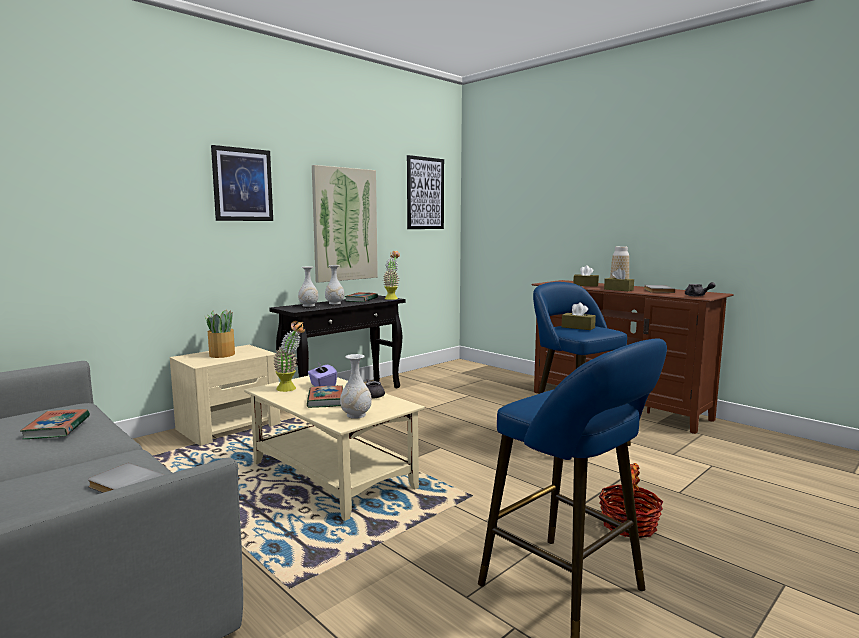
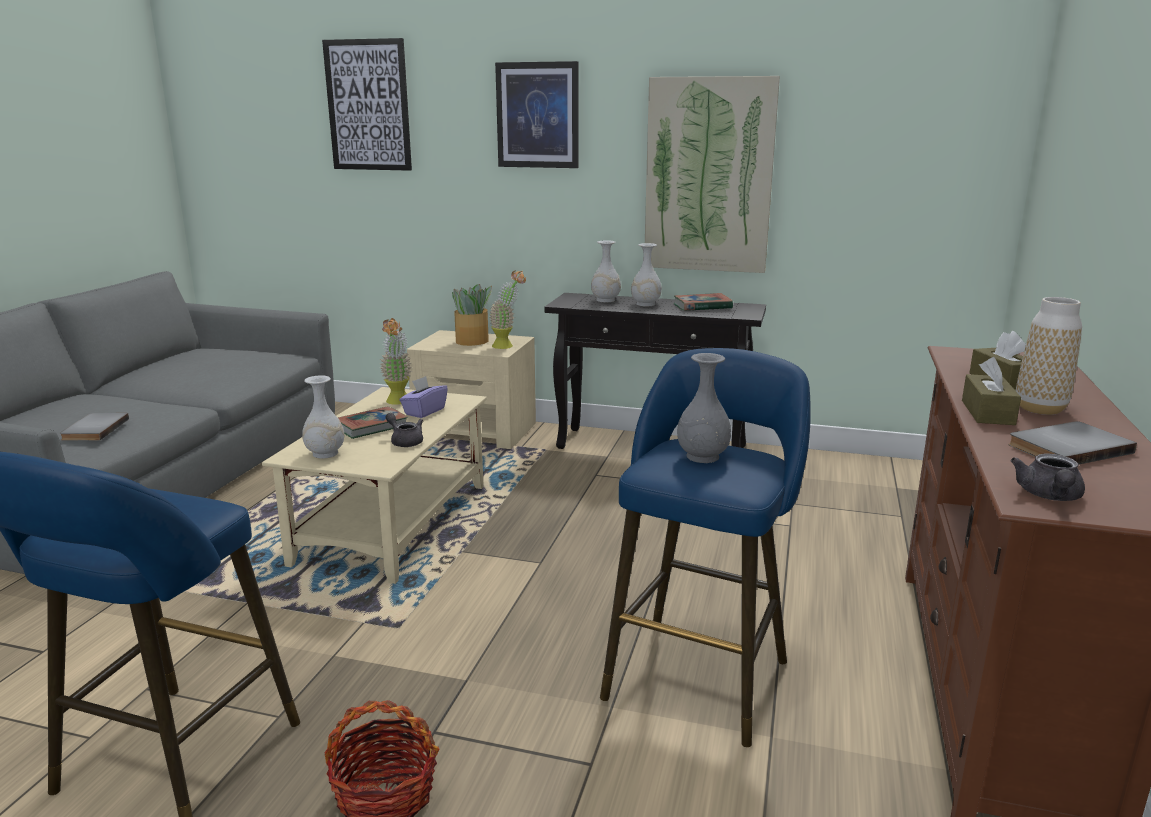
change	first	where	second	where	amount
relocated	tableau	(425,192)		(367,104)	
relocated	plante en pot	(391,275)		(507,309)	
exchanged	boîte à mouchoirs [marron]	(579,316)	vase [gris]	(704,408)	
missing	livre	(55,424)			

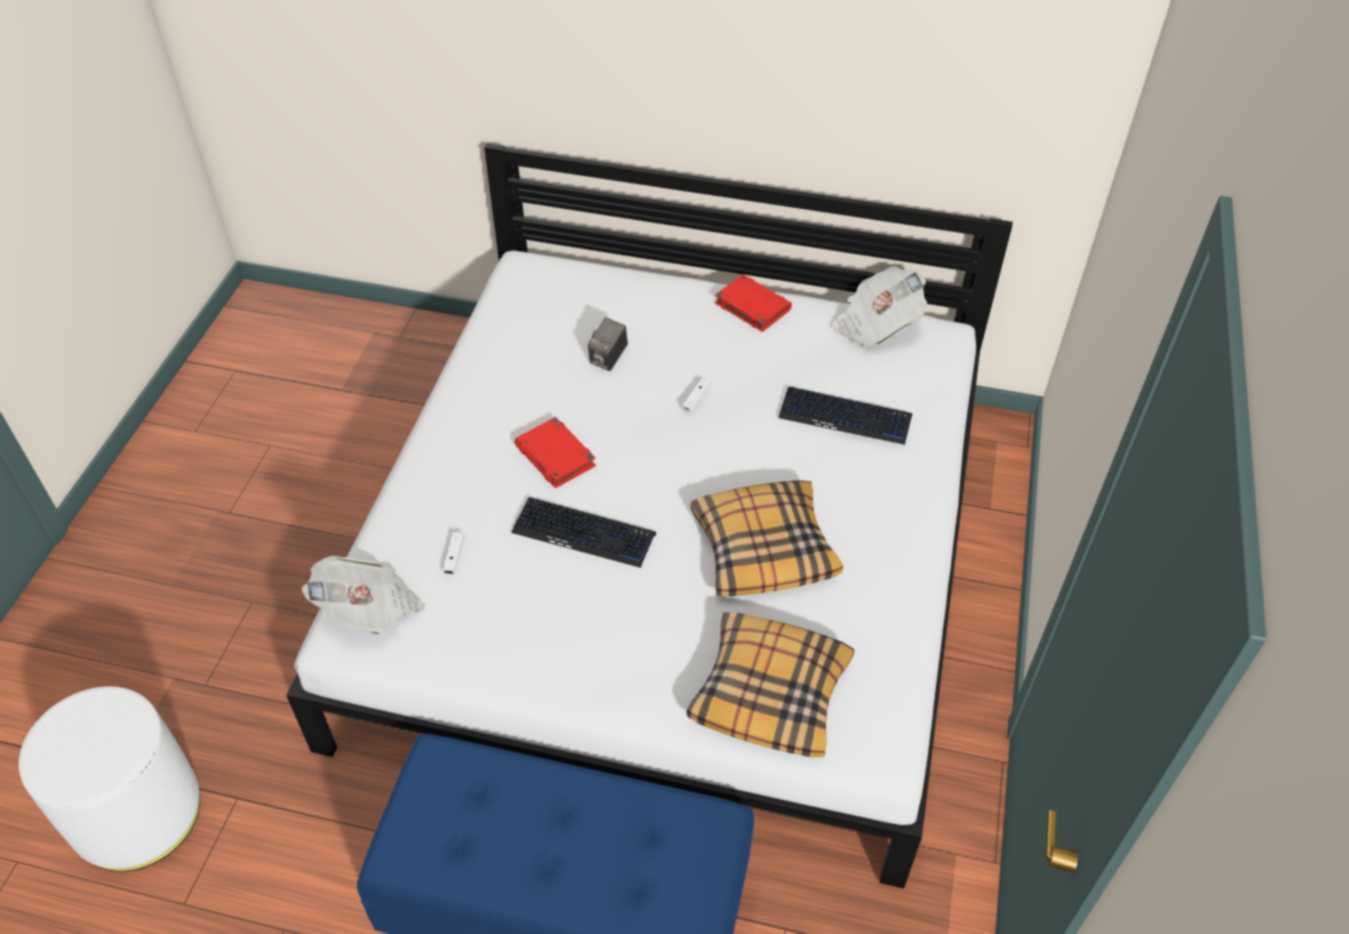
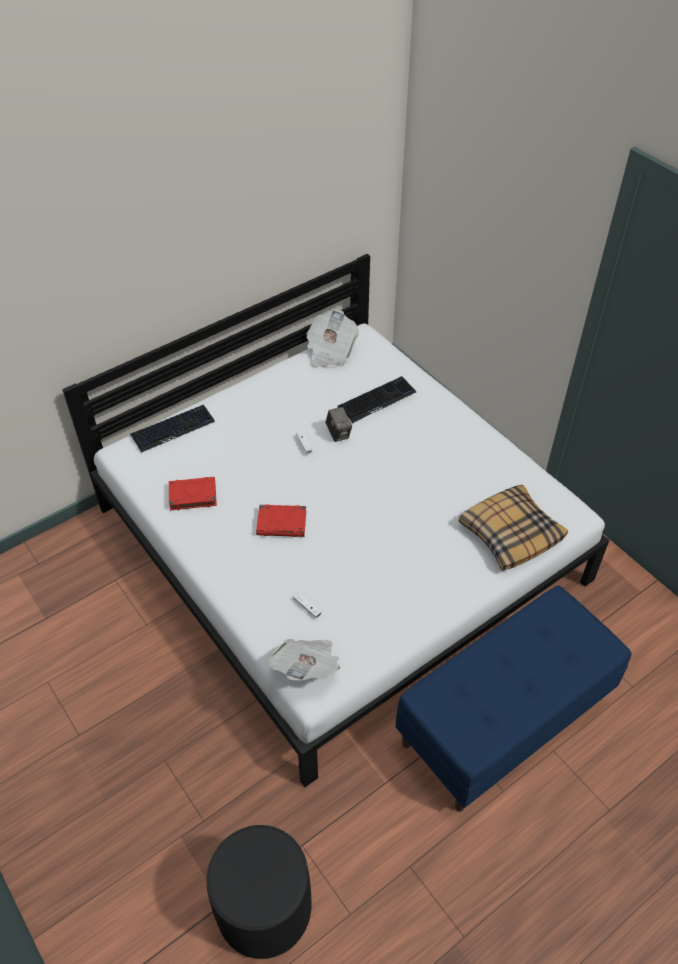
change	first	where	second	where	amount
relocated	livre [rouge]	(753,303)		(193,493)	
relocated	appareil photo	(608,344)		(339,424)	
missing	coussin	(767,538)			
relocated	clavier	(583,532)		(172,429)	
colour	pouf [blanc]	(109,779)	pouf [noir]	(259,892)	

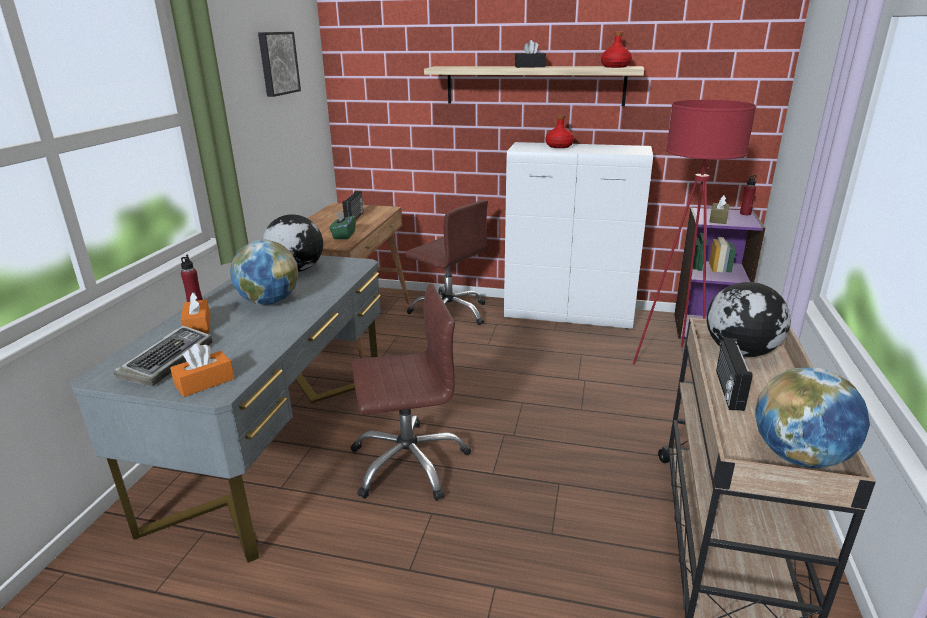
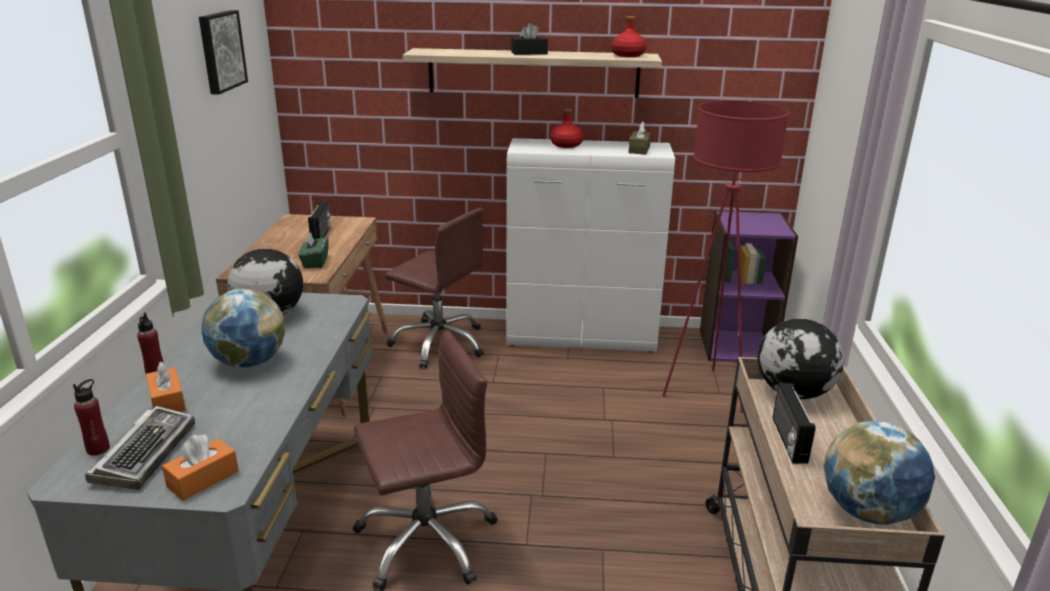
change	first	where	second	where	amount
relocated	bouteille [rouge]	(748,195)		(91,417)	
relocated	boîte à mouchoirs [marron]	(719,209)		(639,138)	

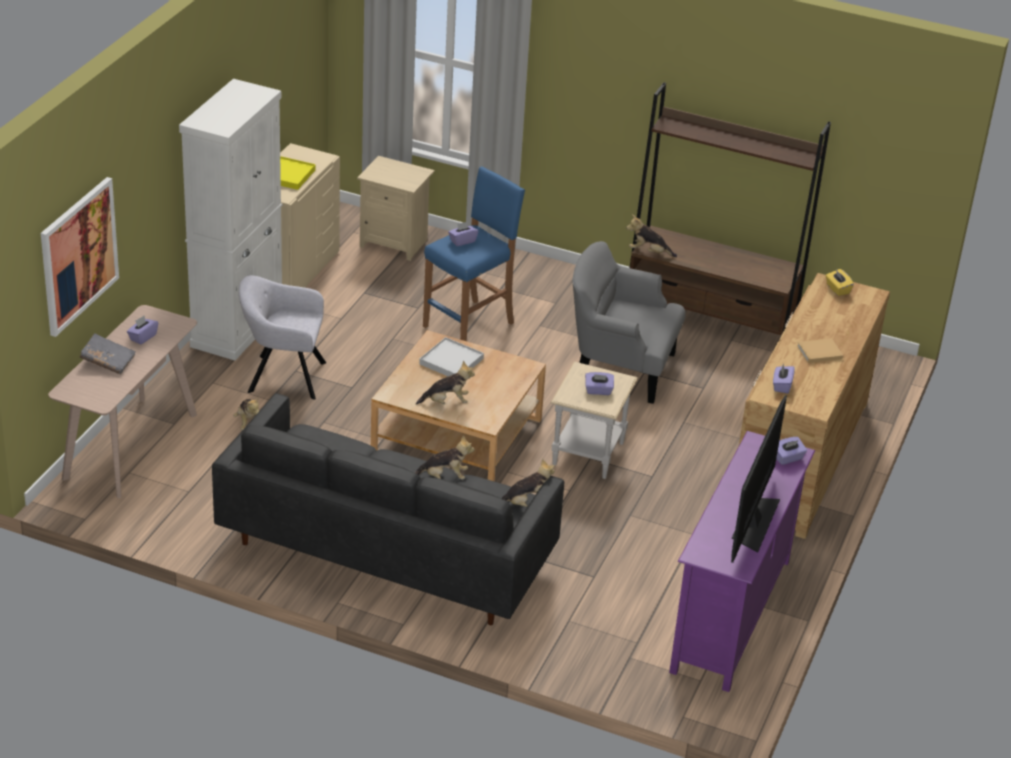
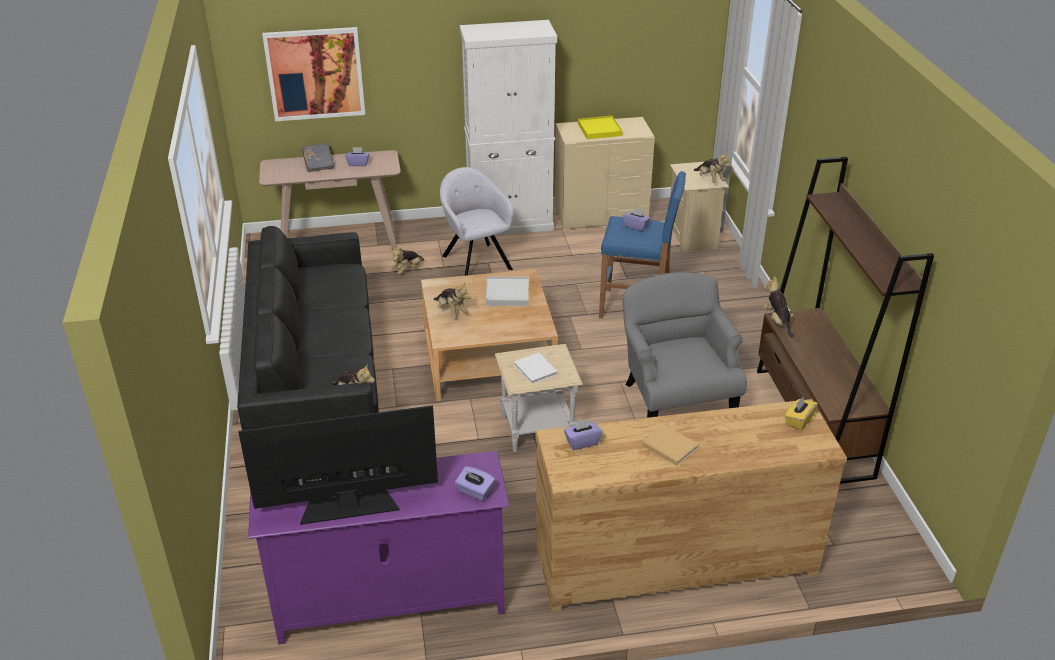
change	first	where	second	where	amount
exchanged	boîte à mouchoirs [violet]	(599,383)	livre [blanc]	(536,368)	
relocated	peluche	(444,457)		(712,167)	

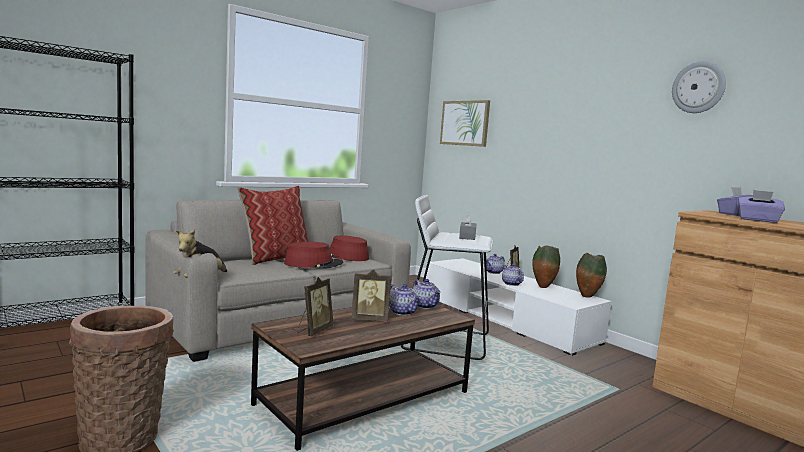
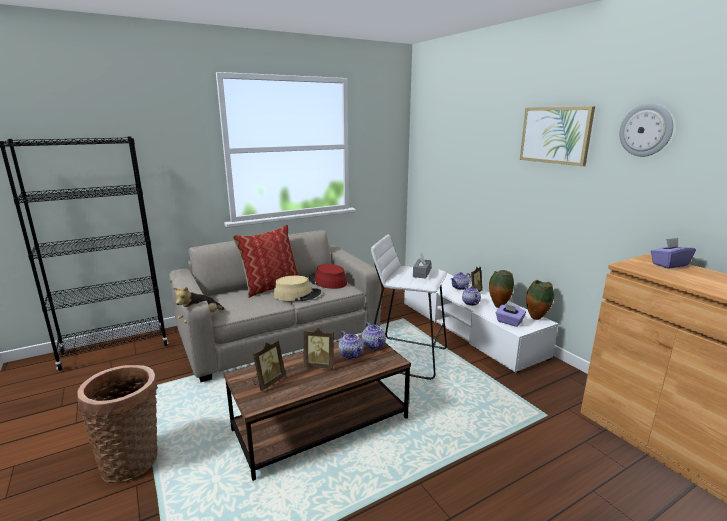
change	first	where	second	where	amount
relocated	tableau	(465,123)		(557,136)	
relocated	boîte à mouchoirs [violet]	(761,206)		(511,315)	
colour	chapeau [rouge]	(313,255)	chapeau [beige]	(297,288)	

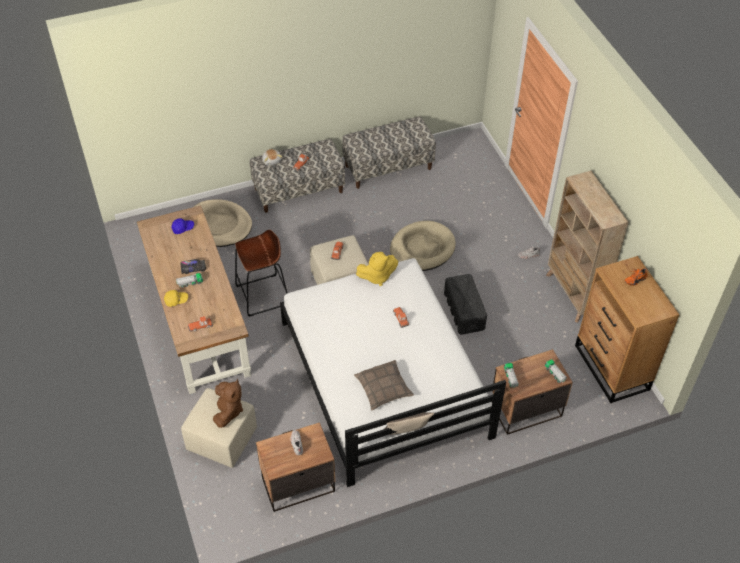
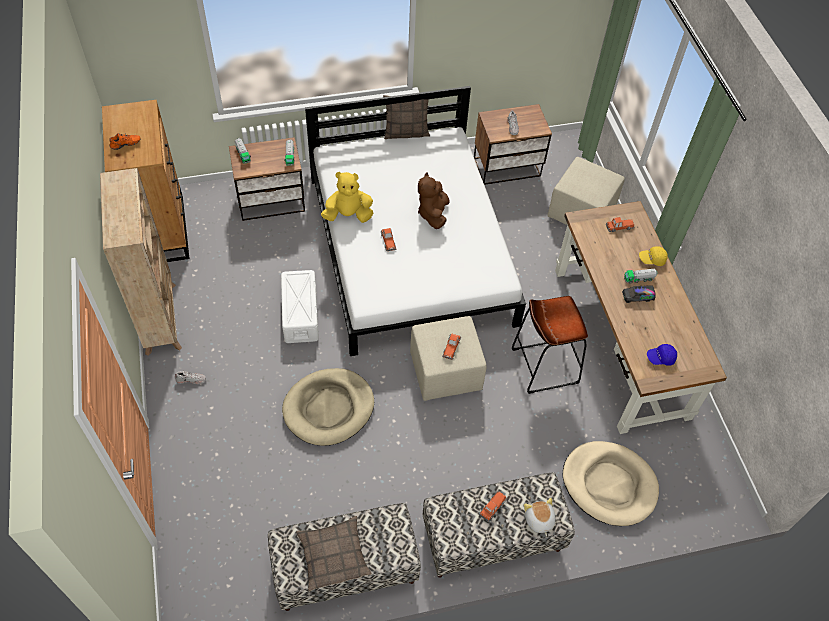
change	first	where	second	where	amount
relocated	peluche [jaune]	(377,269)		(347,197)	
colour	boîte de rangement [noir]	(465,304)	boîte de rangement [blanc]	(300,306)	
relocated	coussin	(384,385)		(334,553)	
relocated	peluche [marron]	(228,403)		(434,200)	

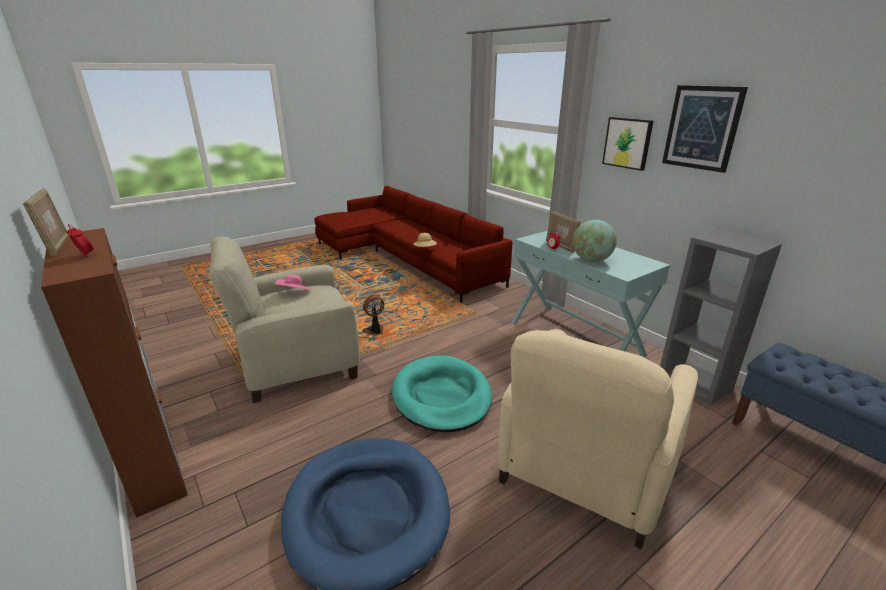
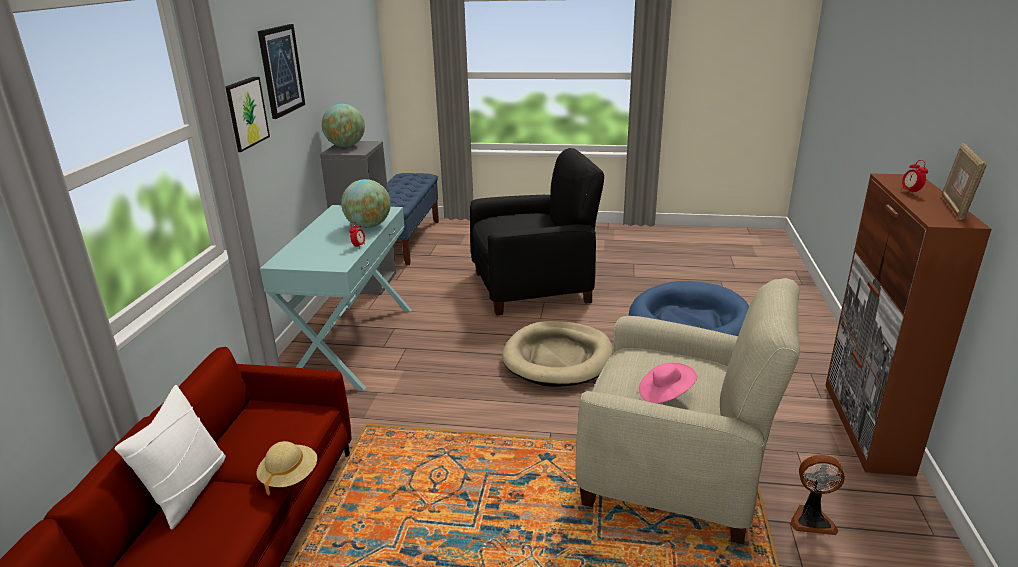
change	first	where	second	where	amount
missing	cadre photo	(563,232)			
relocated	ventilateur	(373,315)		(818,495)	
colour	fauteuil [beige]	(597,439)	fauteuil [noir]	(537,232)	
colour	panier pour chien [turquoise]	(442,393)	panier pour chien [beige]	(557,354)	
appeared			globe	(343,125)	
appeared			coussin [blanc]	(170,457)	

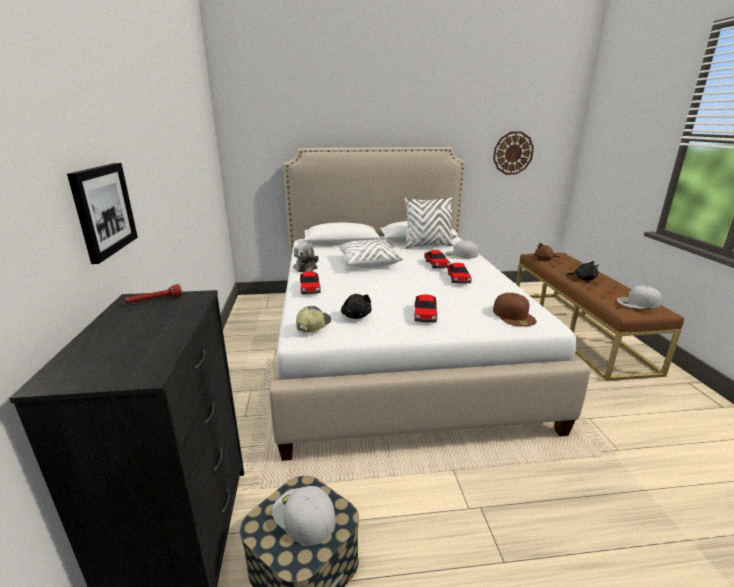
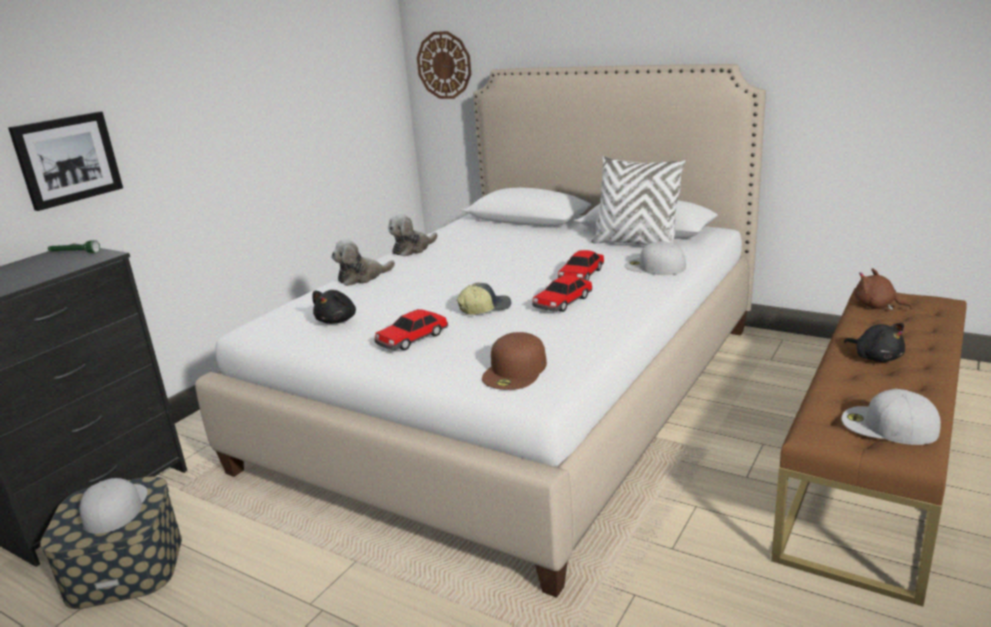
change	first	where	second	where	amount
relocated	horloge murale	(513,153)		(444,65)	
missing	coussin [blanc]	(370,253)			
exchanged	petite voiture	(310,283)	peluche	(363,262)	
colour	lampe de poche [rouge]	(153,293)	lampe de poche [vert]	(74,246)	
relocated	casquette	(313,319)		(484,299)	

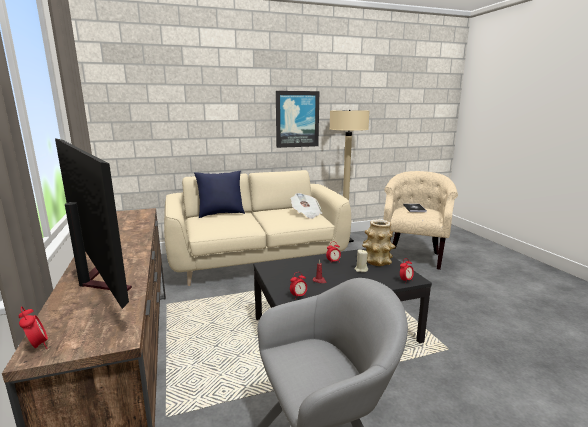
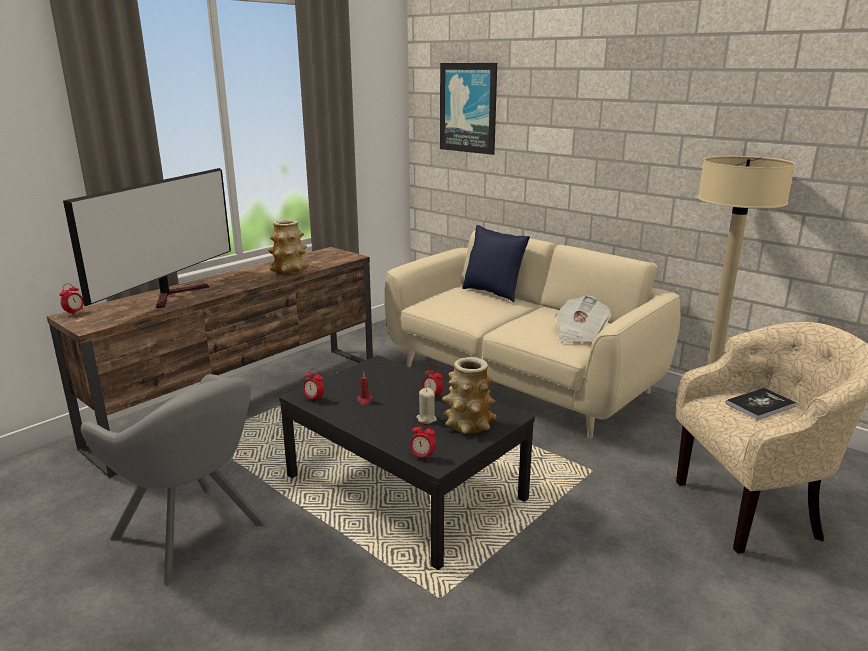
change	first	where	second	where	amount
relocated	tableau	(297,119)		(468,109)	
appeared			vase	(288,247)	

